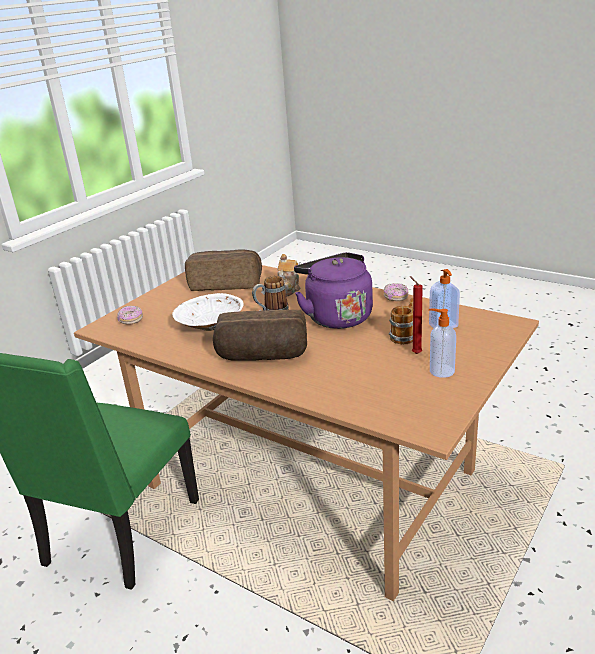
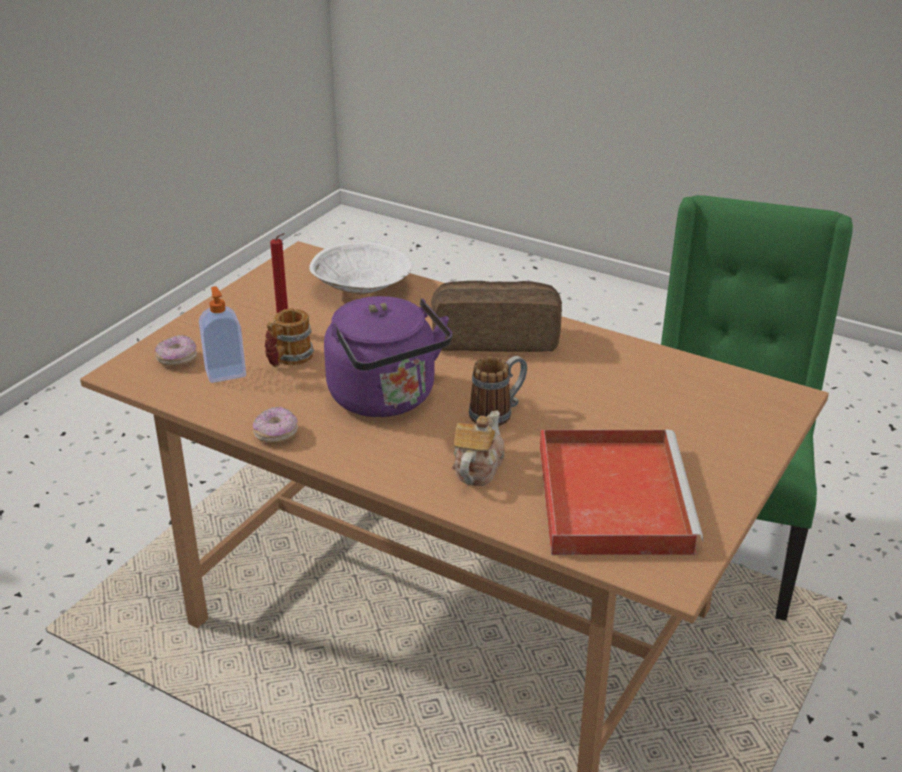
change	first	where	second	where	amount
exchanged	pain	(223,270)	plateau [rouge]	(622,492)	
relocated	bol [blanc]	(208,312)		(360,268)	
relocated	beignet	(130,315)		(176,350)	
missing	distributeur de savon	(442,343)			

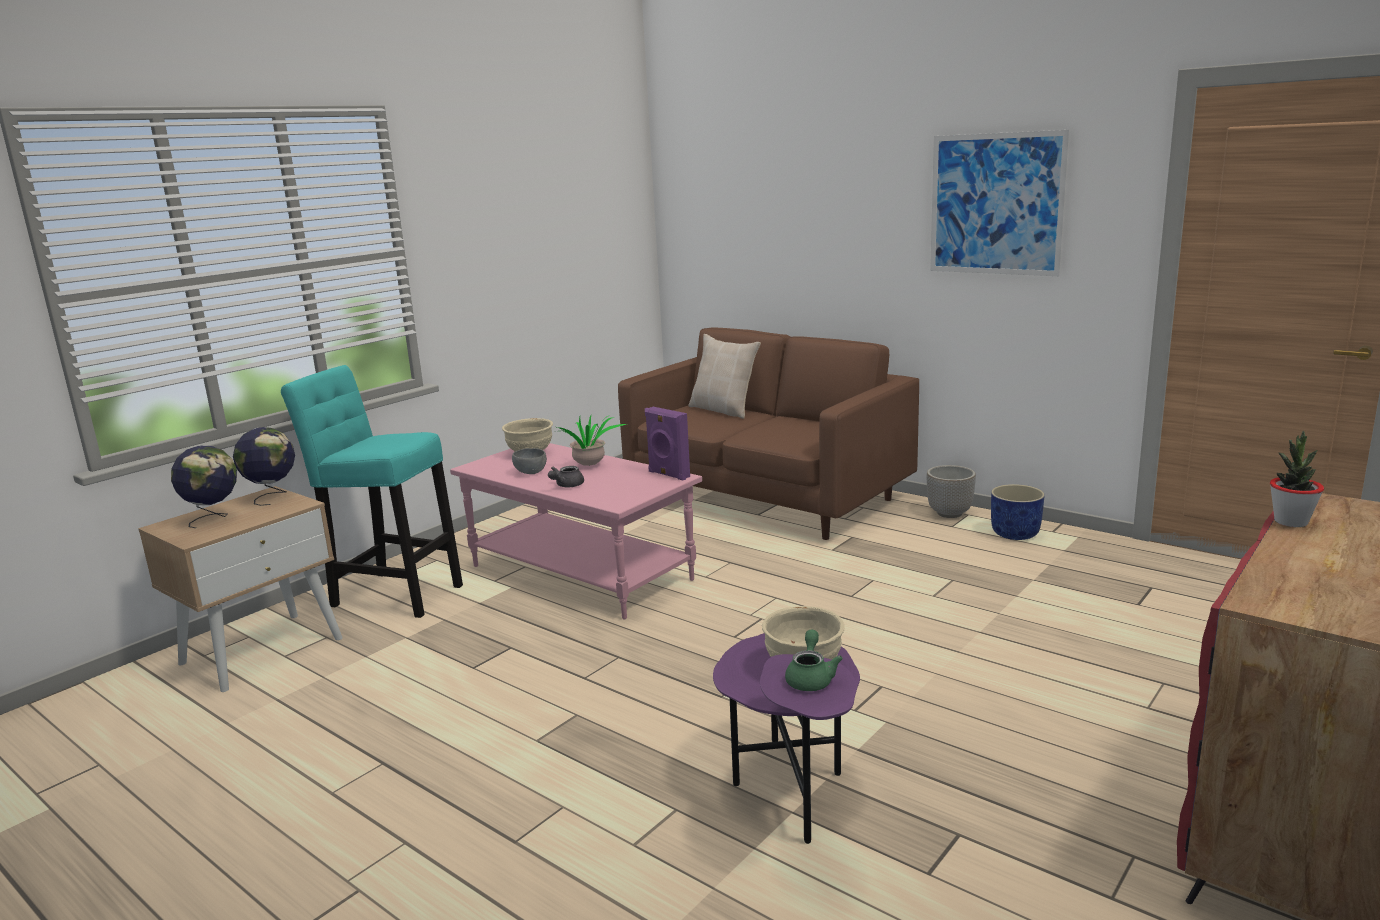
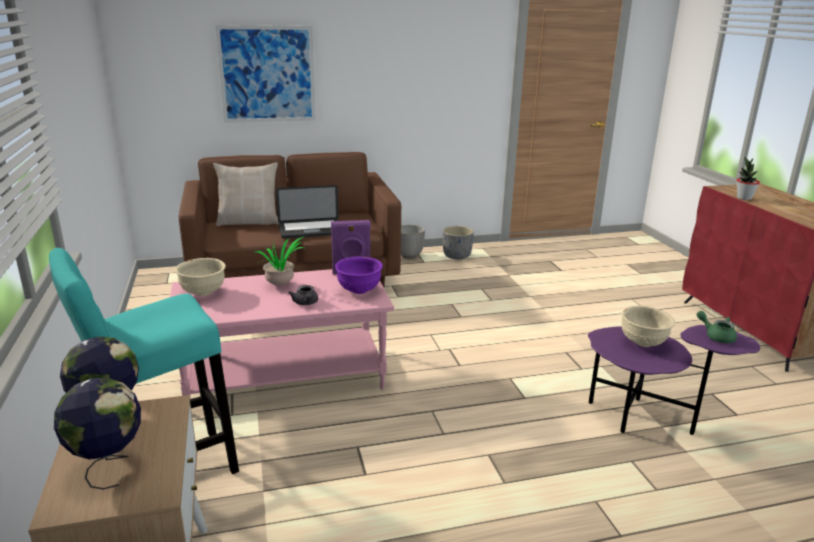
change	first	where	second	where	amount
relocated	tableau	(1000,203)		(265,74)	
missing	bol [gris]	(529,461)			
colour	cache-pot [bleu]	(1018,512)	cache-pot [gris]	(458,242)	
appeared			ordinateur portable	(307,211)	
appeared			bol [violet]	(359,275)	

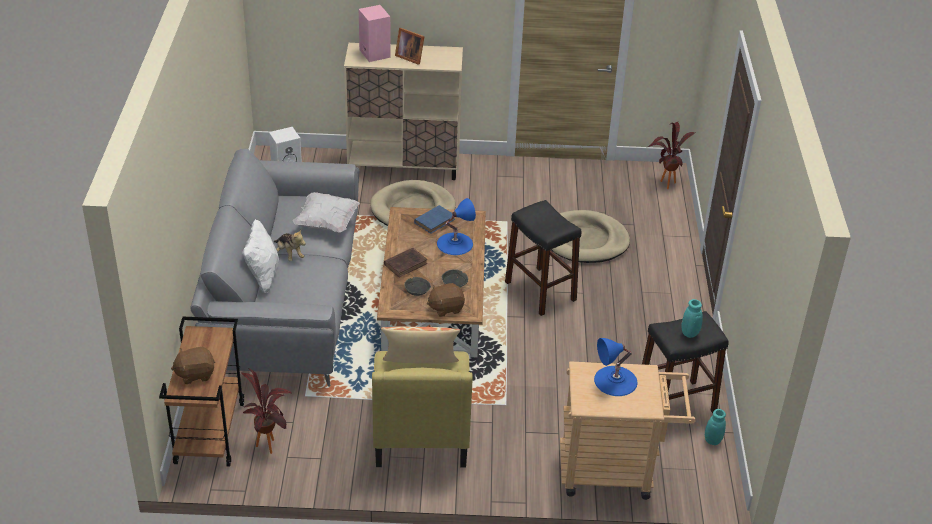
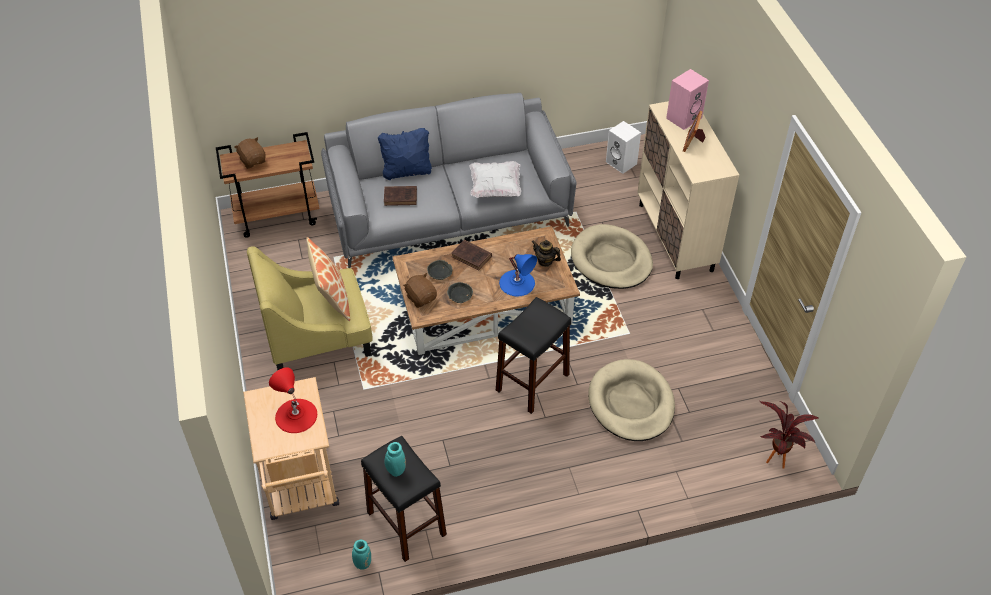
change	first	where	second	where	amount
exchanged	livre [bleu]	(434,219)	théière	(546,253)	
colour	coussin [blanc]	(260,256)	coussin [bleu]	(405,154)	
missing	peluche	(290,245)			
colour	lampe de table [bleu]	(616,367)	lampe de table [rouge]	(293,400)	
missing	plante en pot	(267,411)			
appeared			livre [marron]	(400,196)	

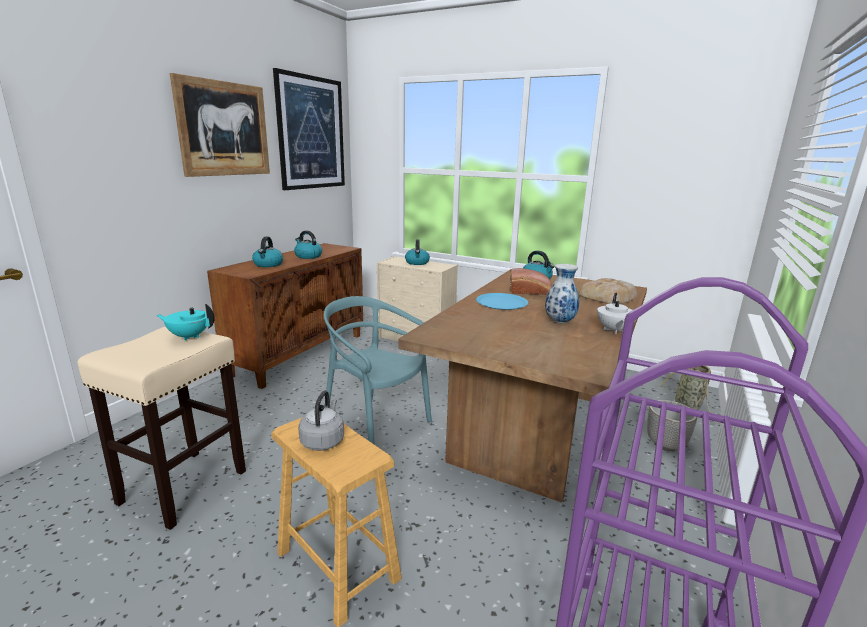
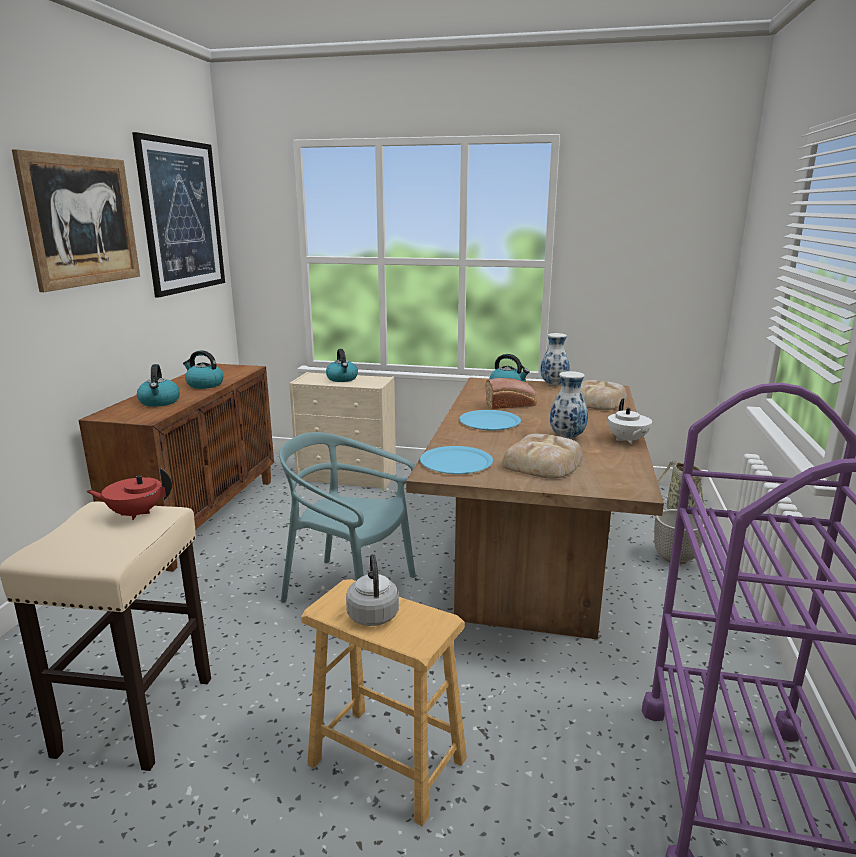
change	first	where	second	where	amount
colour	théière [turquoise]	(186,322)	théière [rouge]	(129,494)	
appeared			vase	(555,359)	
appeared			pain	(542,456)	
appeared			assiette [bleu]	(456,460)	

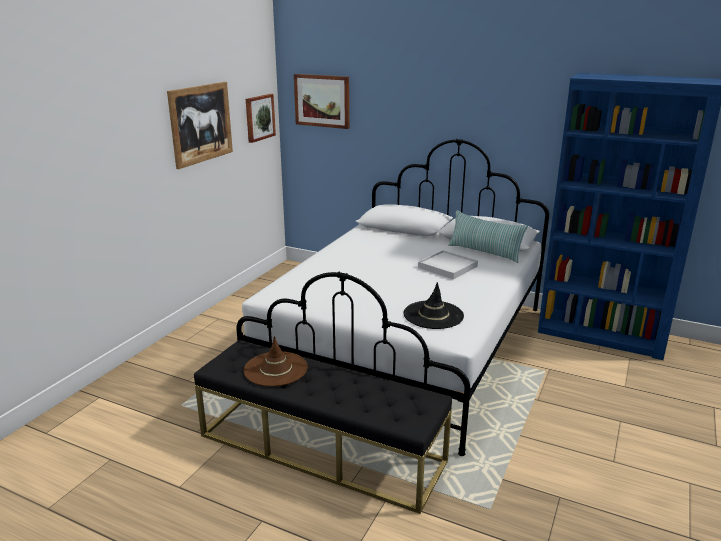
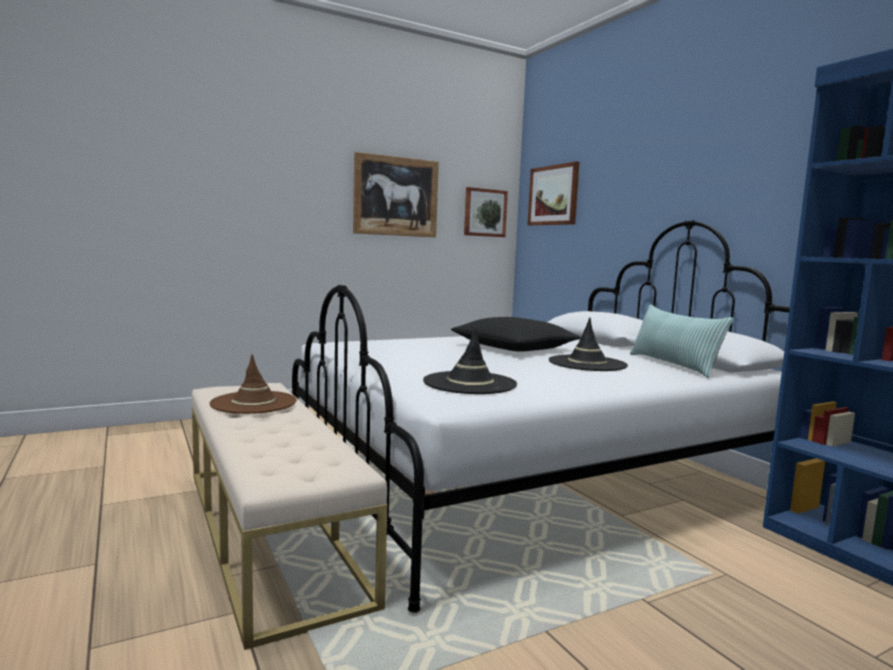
change	first	where	second	where	amount
exchanged	plateau [blanc]	(448,264)	chapeau [noir]	(588,344)	
colour	banc [noir]	(323,427)	banc [beige]	(289,516)	
appeared			coussin [noir]	(516,334)	

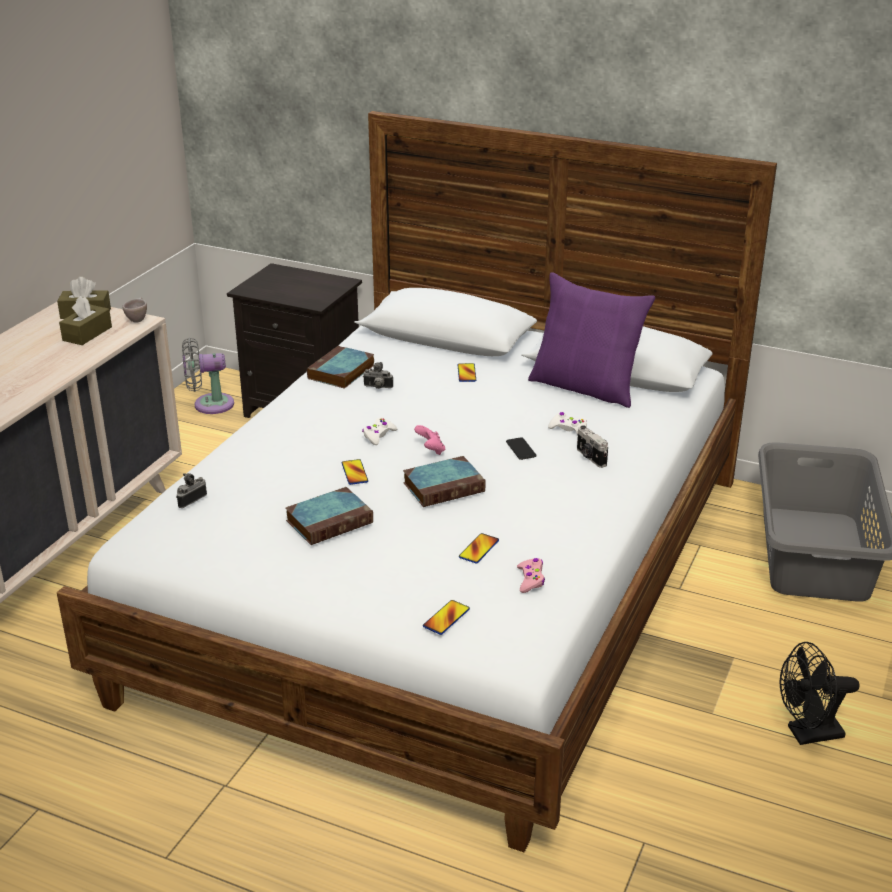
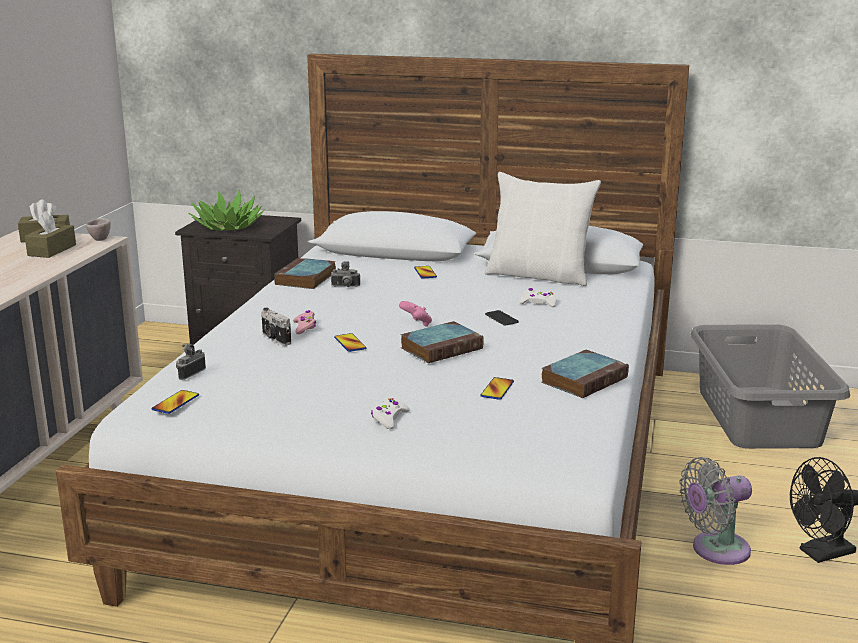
change	first	where	second	where	amount
colour	coussin [violet]	(591,340)	coussin [blanc]	(543,229)	
relocated	ventilateur [gris]	(208,376)		(716,511)	
relocated	manette [blanc]	(379,431)		(390,413)	
relocated	appareil photo	(592,446)		(276,327)	
relocated	livre	(329,516)		(585,374)	
relocated	manette [rose]	(531,575)		(304,322)	
relocated	téléphone	(446,617)		(175,402)	
appeared			plante en pot	(227,210)	

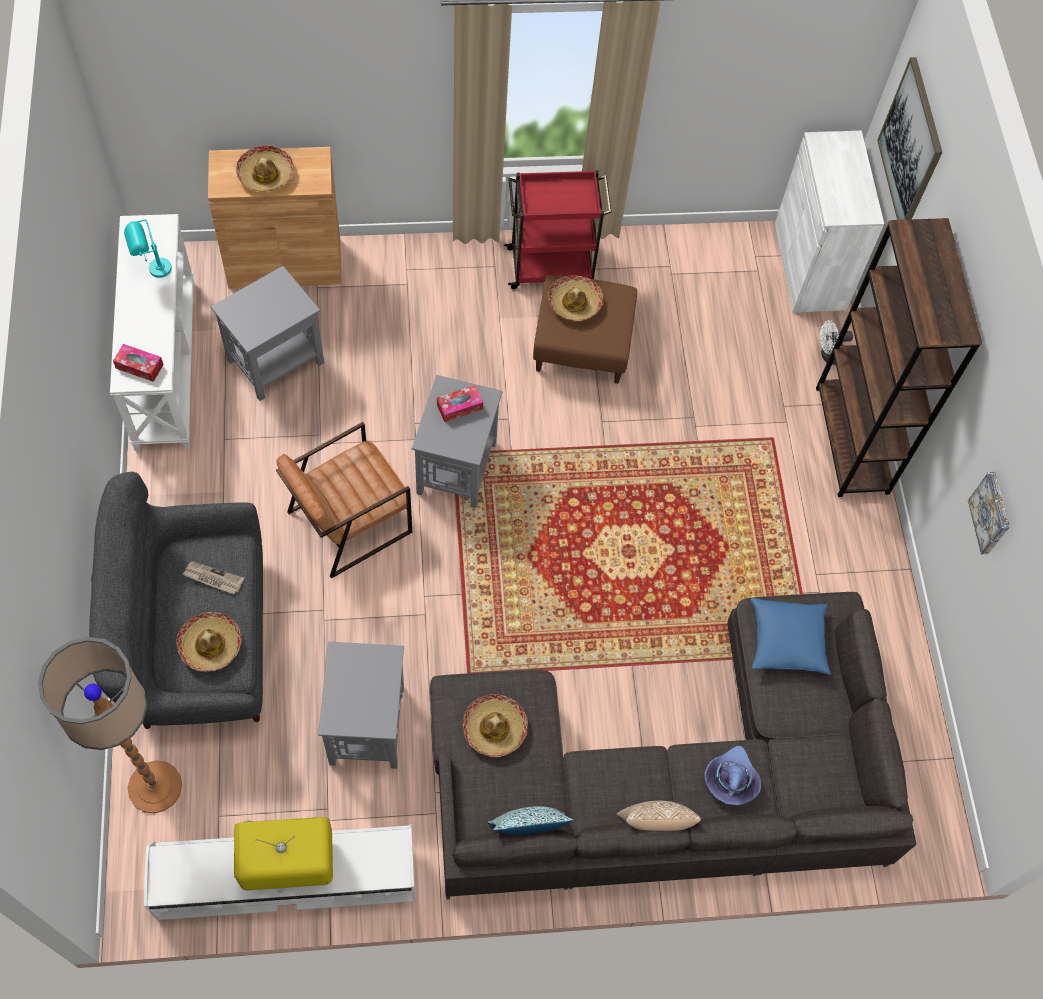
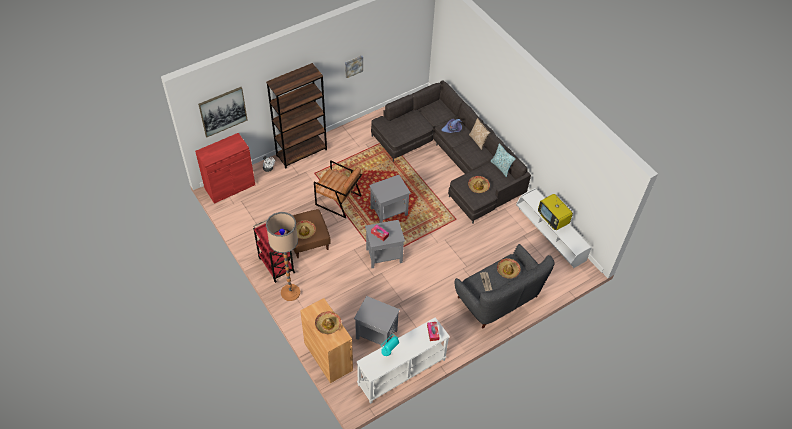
change	first	where	second	where	amount
colour	meuble de rangement [blanc]	(829,222)	meuble de rangement [rouge]	(225,168)	
relocated	fauteuil [marron]	(344,500)		(338,189)	
missing	coussin [bleu]	(791,636)			
relocated	lampadaire	(110,725)		(283,256)	
relocated	table d'appoint [gris]	(361,705)		(390,199)	

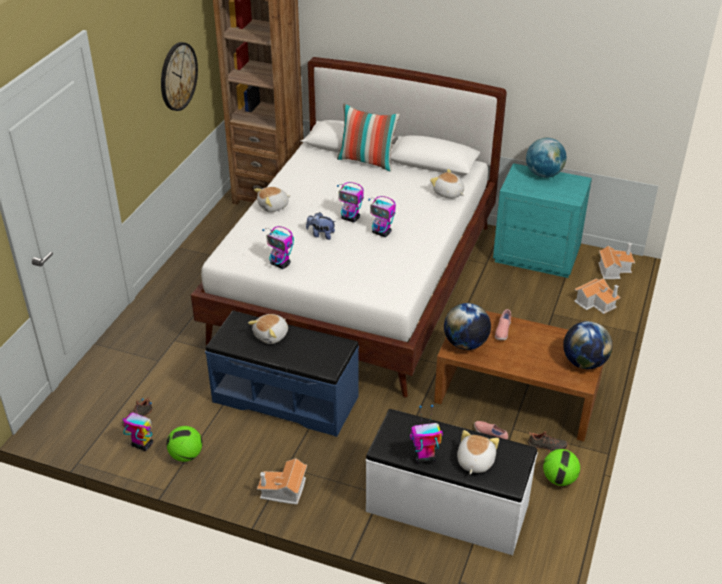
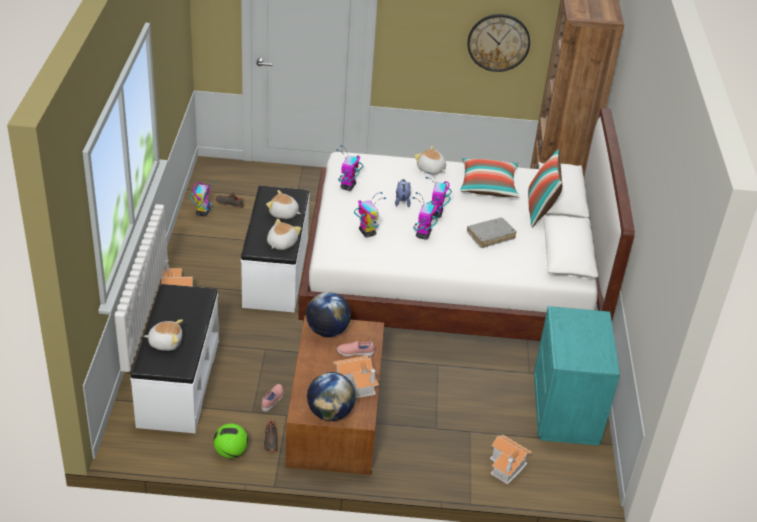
change	first	where	second	where	amount
missing	globe	(546,158)			
relocated	peluche	(447,184)		(284,234)	
relocated	maison miniature	(616,261)		(356,377)	
colour	banc [bleu]	(282,374)	banc [blanc]	(275,249)	
relocated	robot jouet	(426,434)		(370,215)	
missing	ballon de foot	(184,444)			
appeared			coussin	(490,178)	
appeared			livre [gris]	(492,232)	

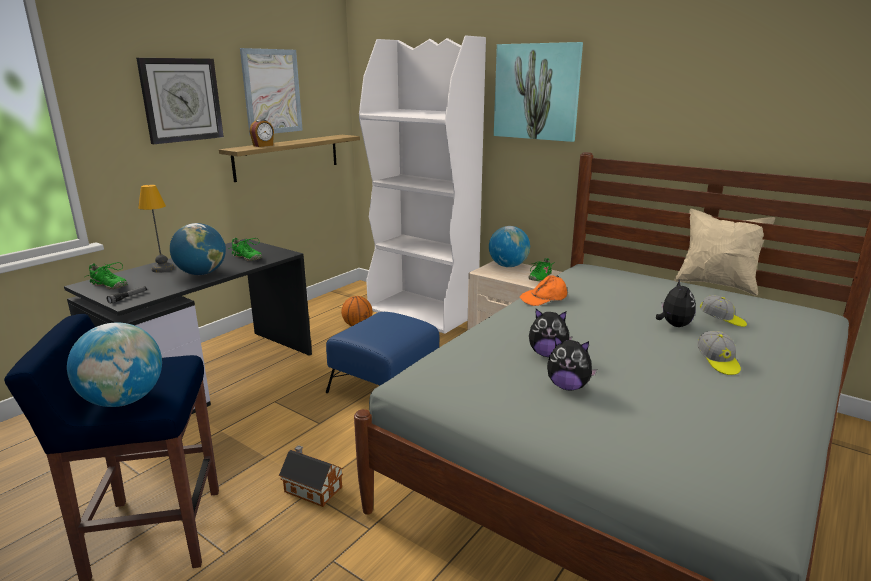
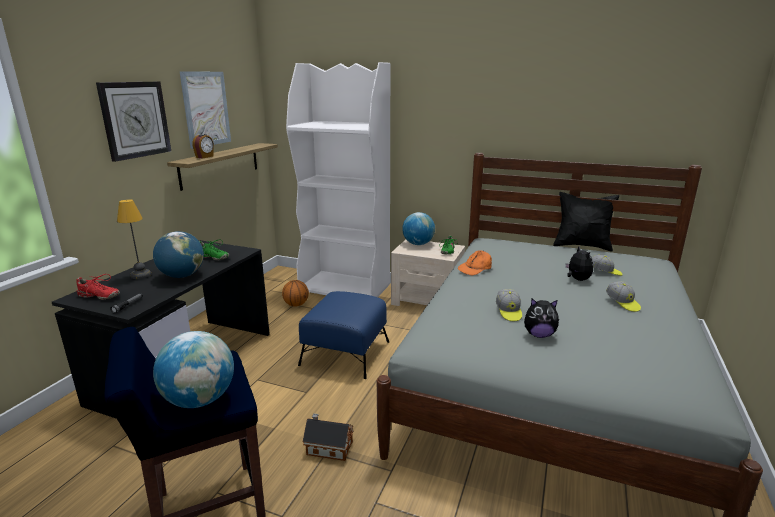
change	first	where	second	where	amount
missing	tableau	(538,92)			
colour	coussin [beige]	(724,252)	coussin [noir]	(586,222)	
colour	chaussure [vert]	(106,275)	chaussure [rouge]	(98,287)	
exchanged	peluche	(551,333)	casquette	(509,305)	

